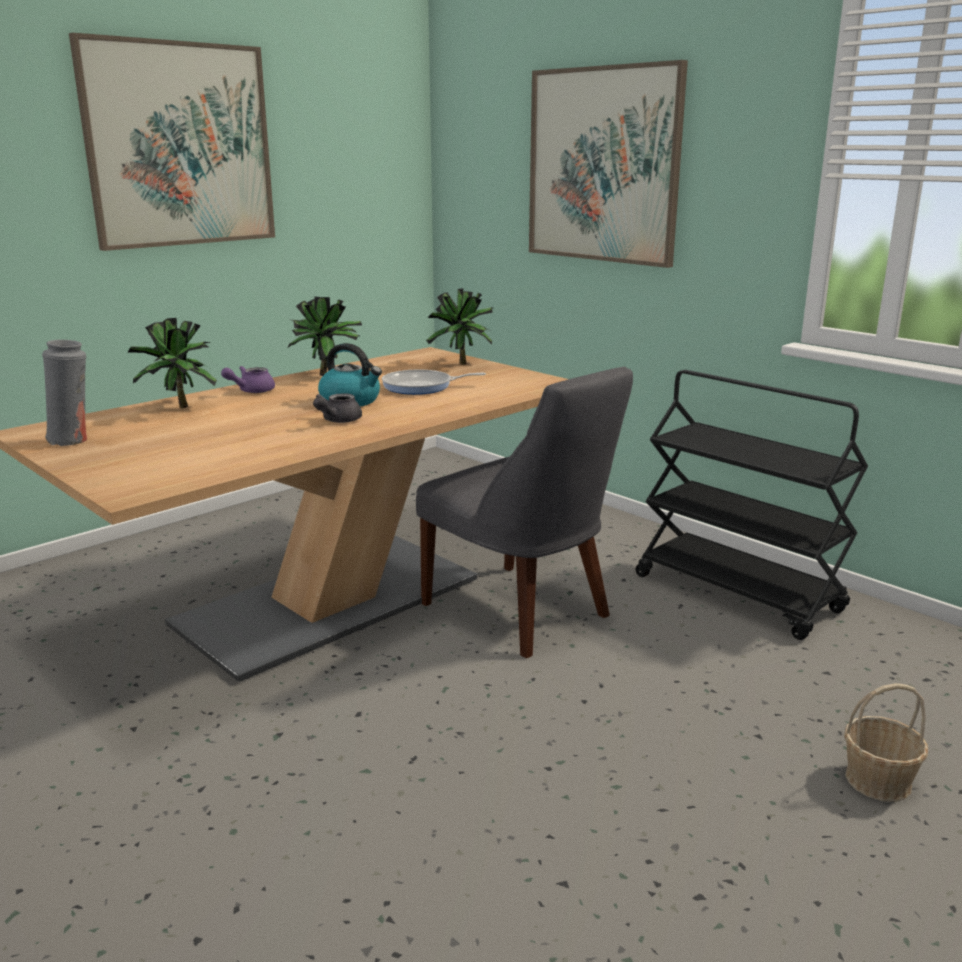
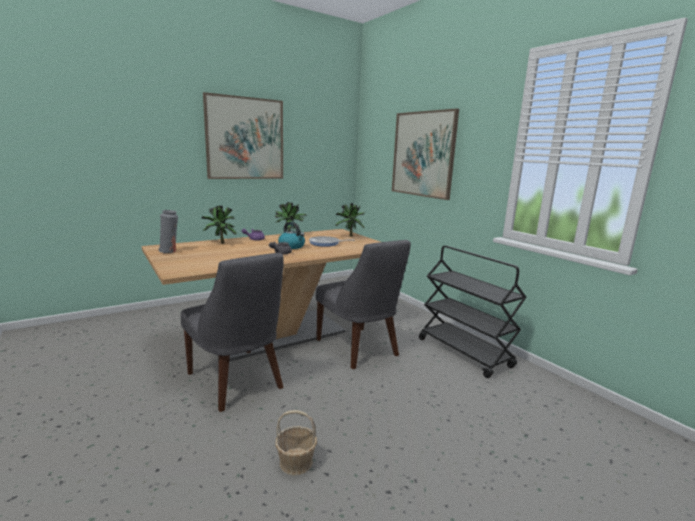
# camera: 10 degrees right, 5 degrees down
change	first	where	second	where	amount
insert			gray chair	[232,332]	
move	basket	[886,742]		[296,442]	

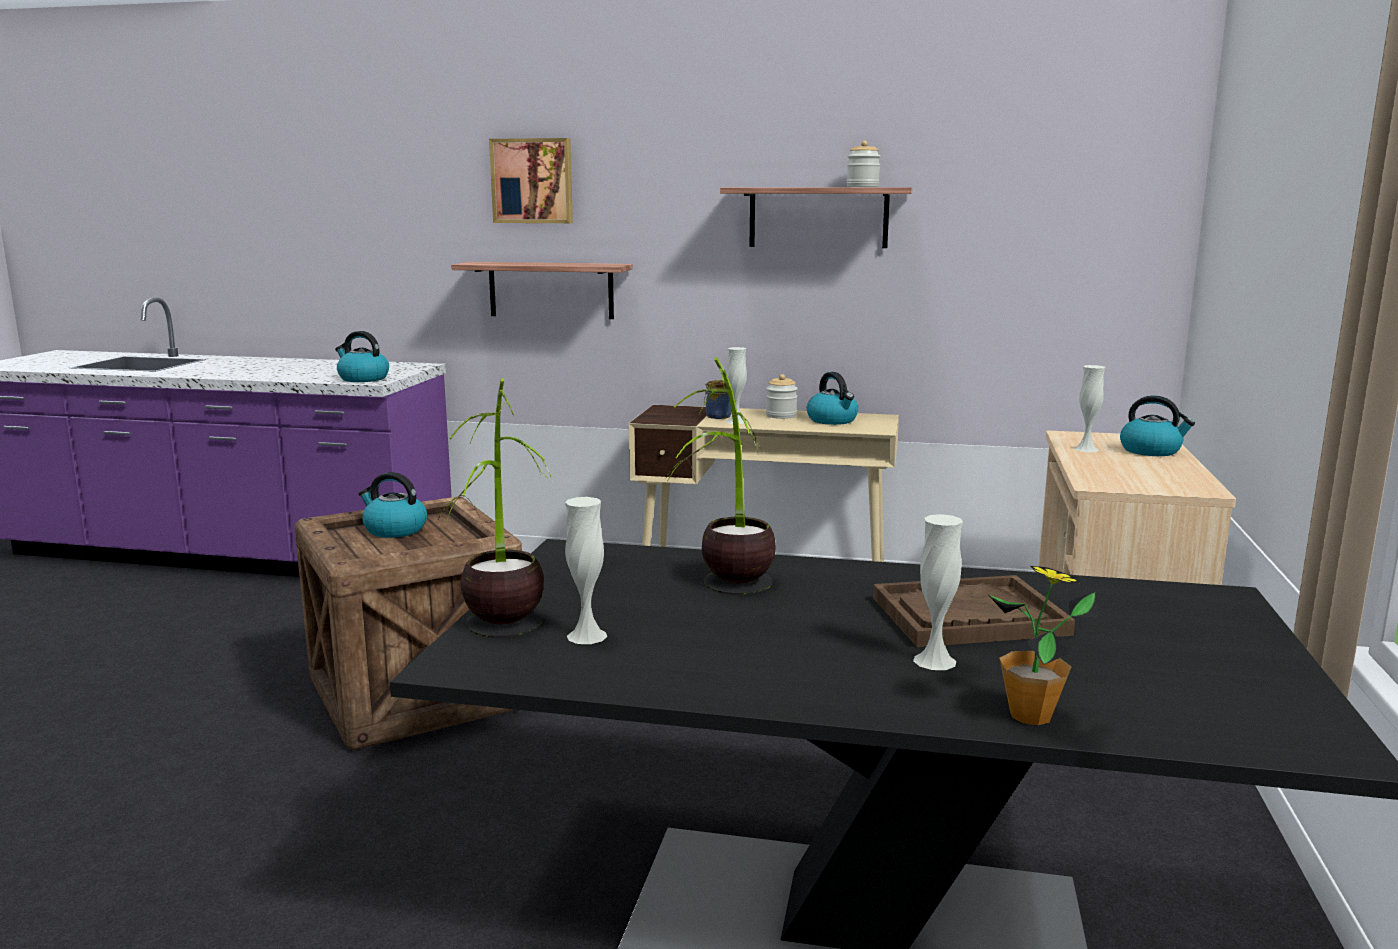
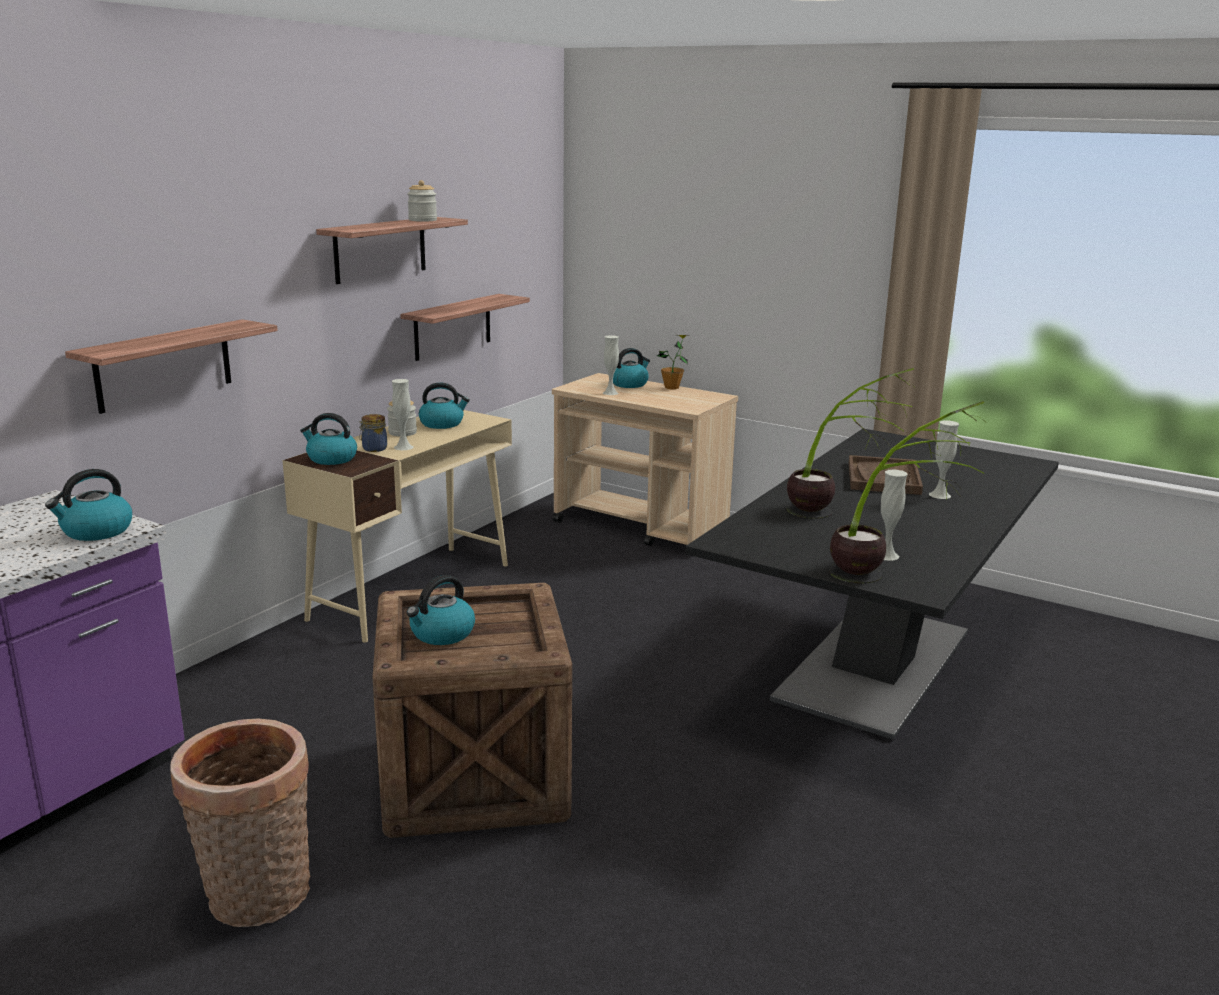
# camera: 70 degrees left, 5 degrees up
change	first	where	second	where	amount
insert			basket	[240,823]	
insert			tea kettle	[328,439]	
insert			shelf	[465,327]	
move	plant in a pot	[1043,645]		[674,362]	
delete	wall art	[531,180]			

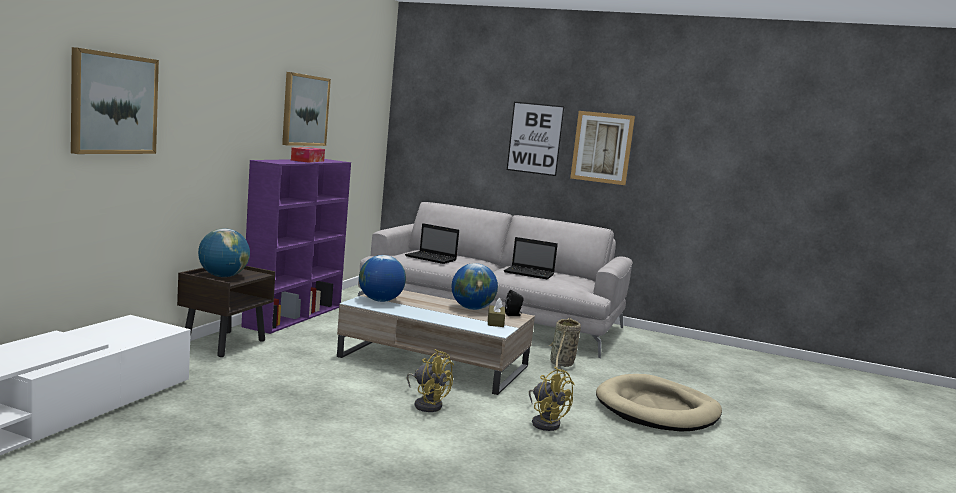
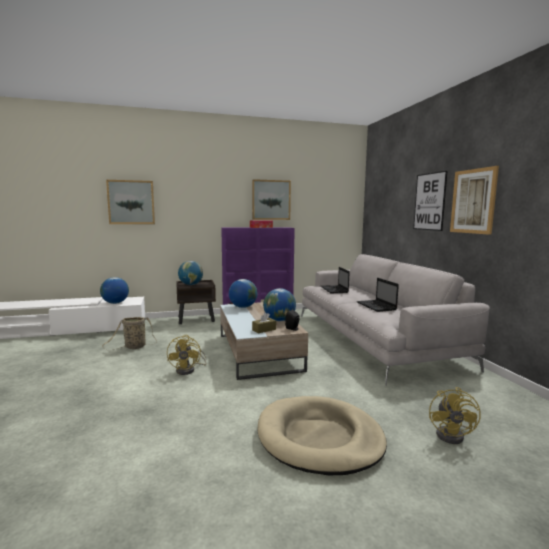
# camera: 55 degrees right, 0 degrees up
change	first	where	second	where	amount
insert			world globe	[114,290]	
move	basket	[565,345]		[129,333]	
move	yellowish cooling fan	[552,399]		[455,415]	

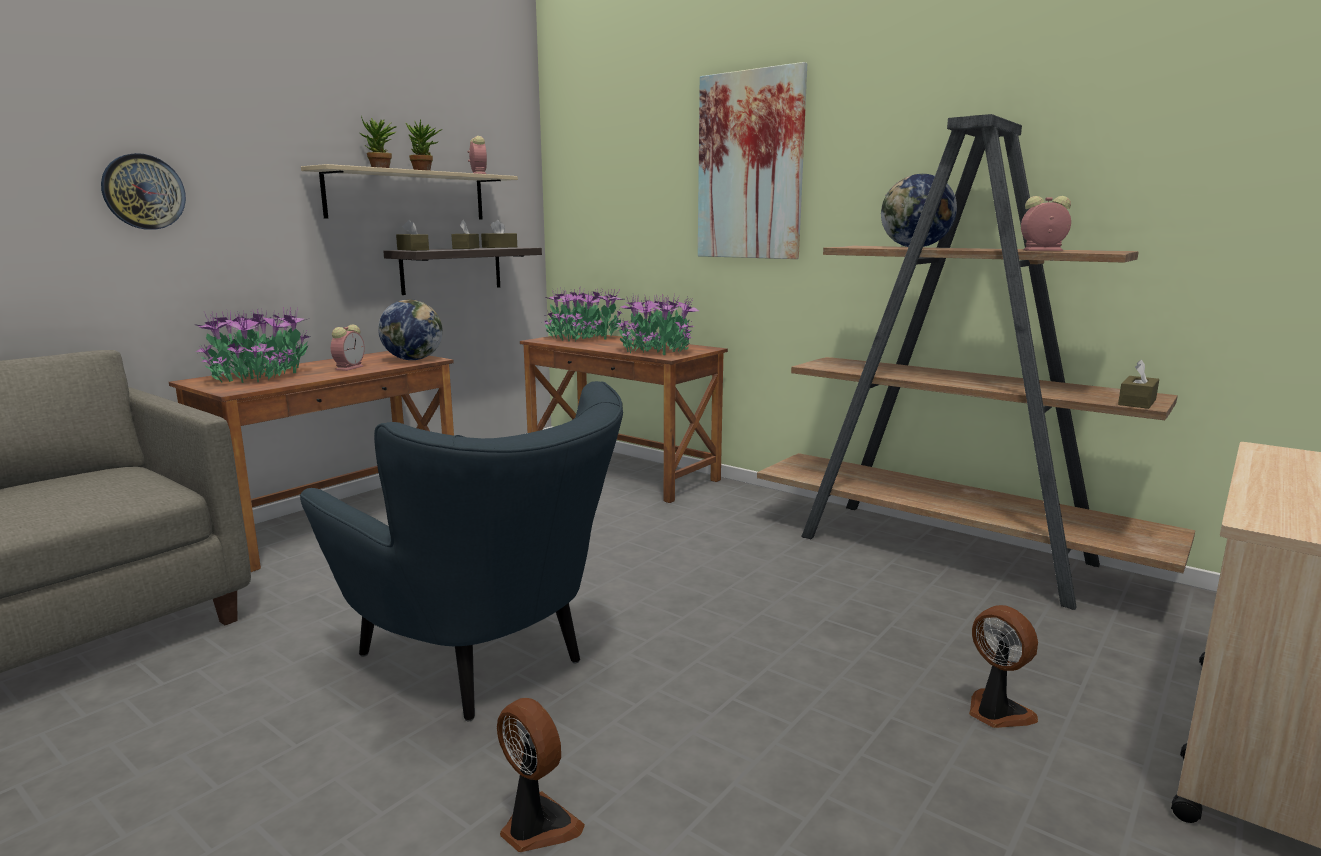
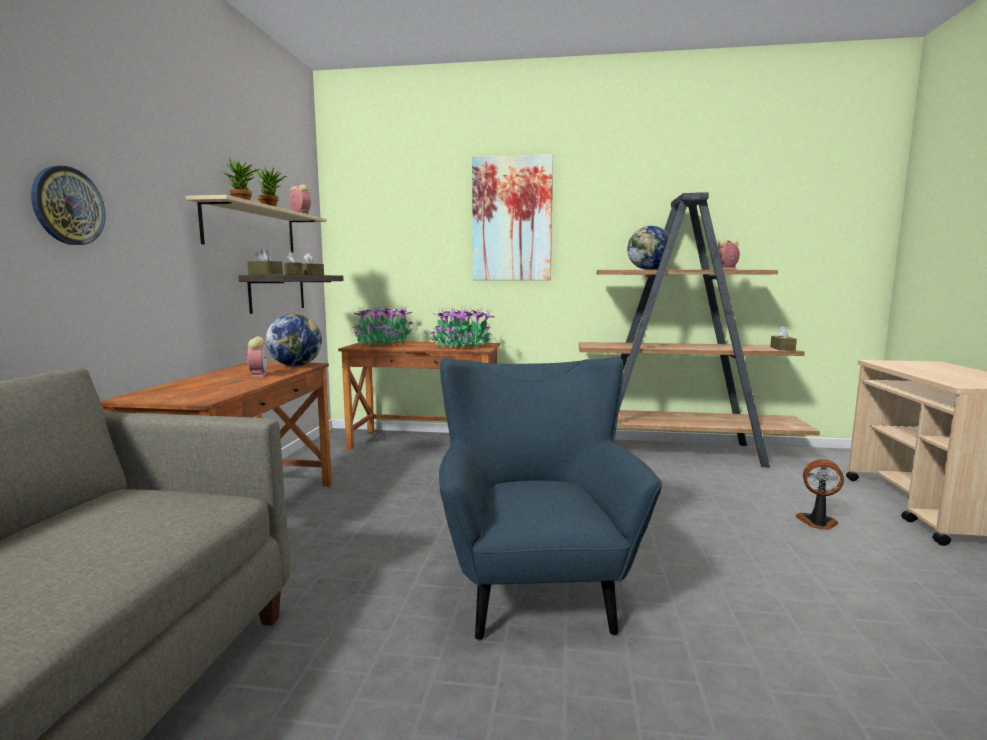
# camera: 30 degrees left, 5 degrees down
change	first	where	second	where	amount
rotate	blue easy chair	[461,551]		[550,499]	105 degrees counterclockwise
delete	plant in a pot	[252,345]			
delete	cooling fan	[541,775]			

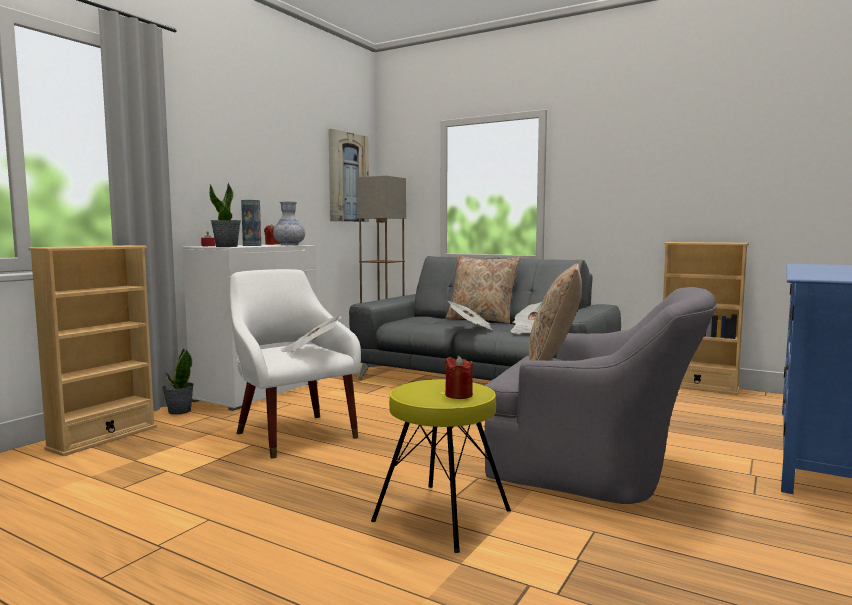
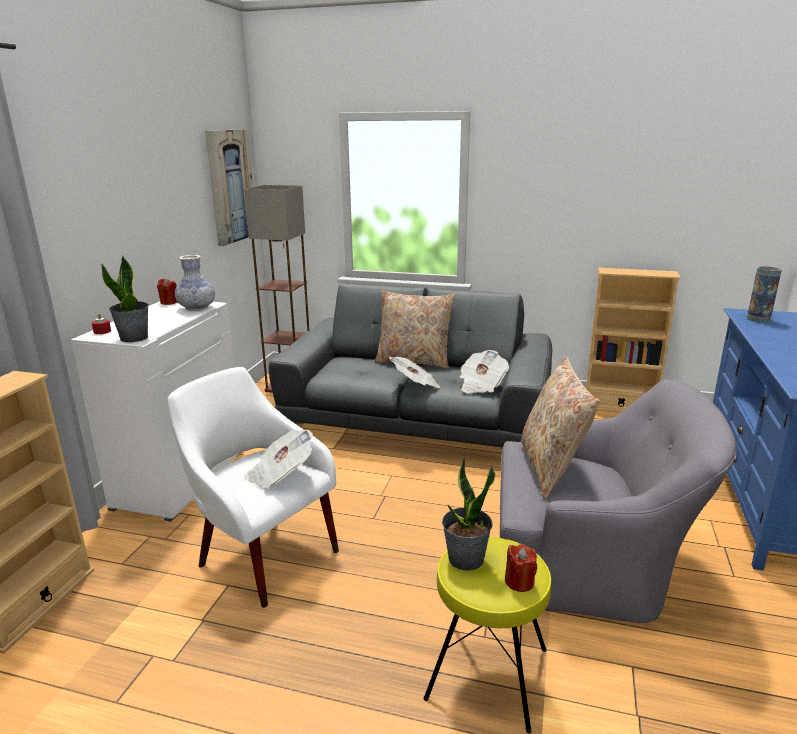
# camera: 15 degrees left, 15 degrees up
change	first	where	second	where	amount
move	plant in a pot	[178,381]		[468,513]	
move	decorative vase	[251,223]		[764,294]	

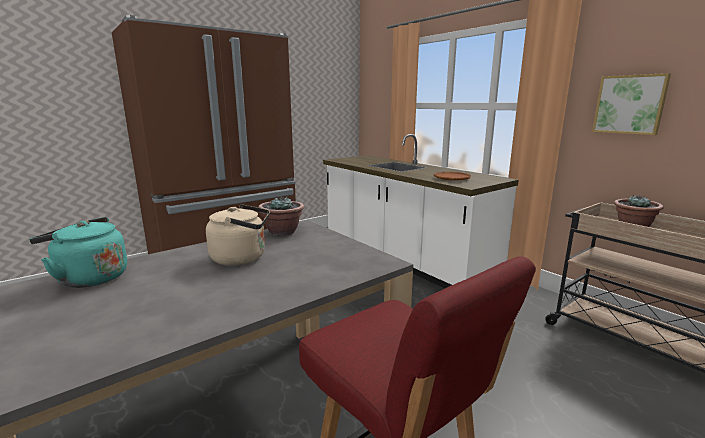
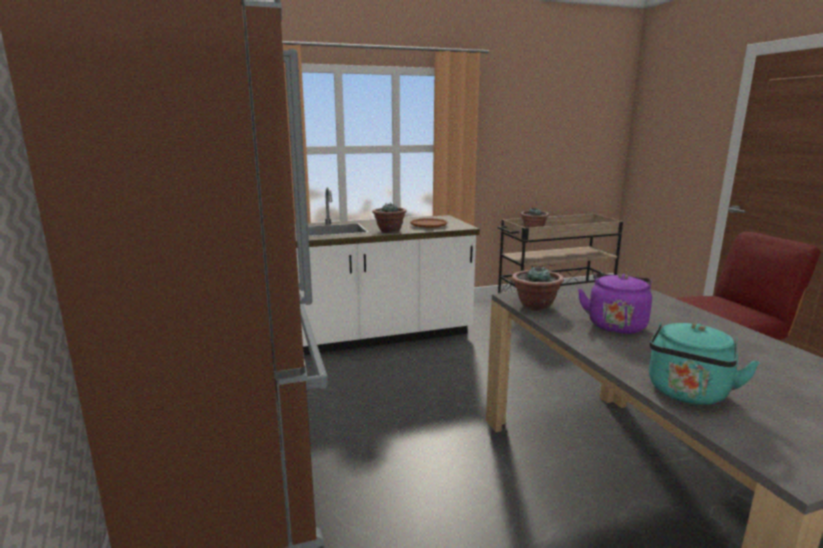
# camera: 70 degrees left, 0 degrees up
change	first	where	second	where	amount
insert			plant in a pot	[389,218]	
recolor	sand-coloured tea kettle	[238,235]	purple tea kettle	[615,303]	
delete	wall art	[631,104]			

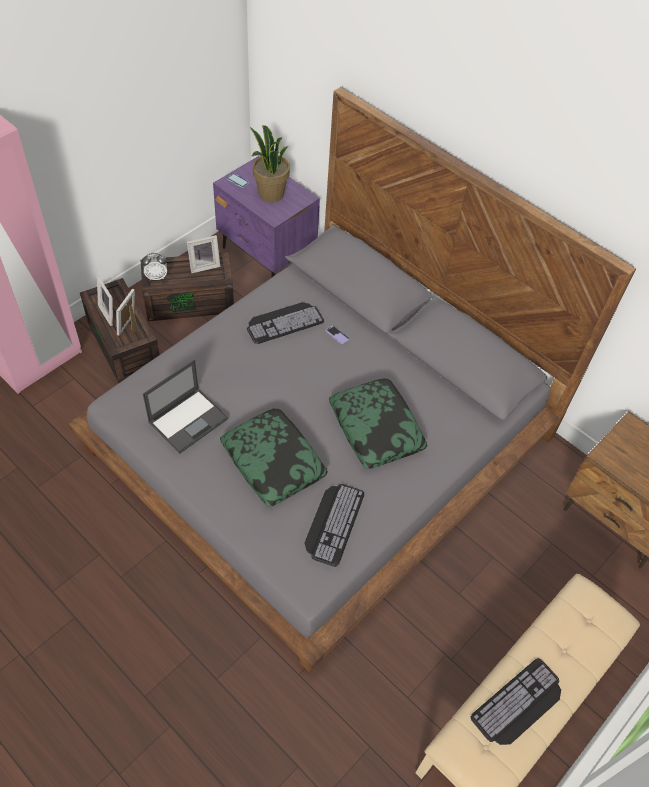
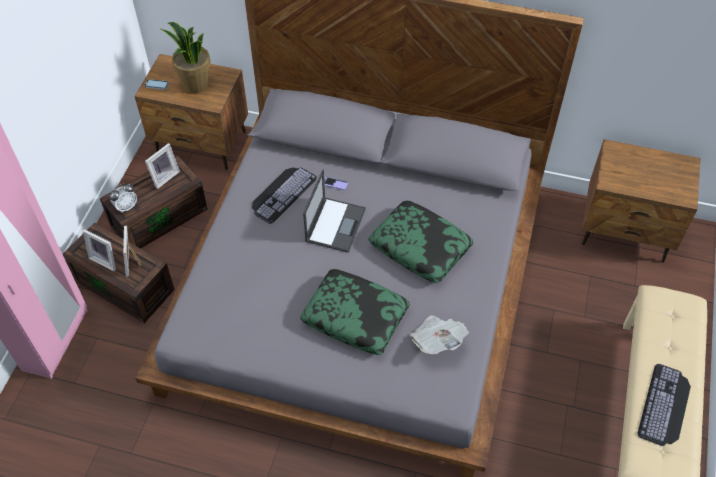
# camera: 25 degrees left, 0 degrees up
change	first	where	second	where	amount
recolor	purple nightstand	[266,216]	brown nightstand	[191,112]	
move	laptop	[185,407]		[334,211]	
replace	PC keyboard	[334,525]	printed paper	[439,334]	

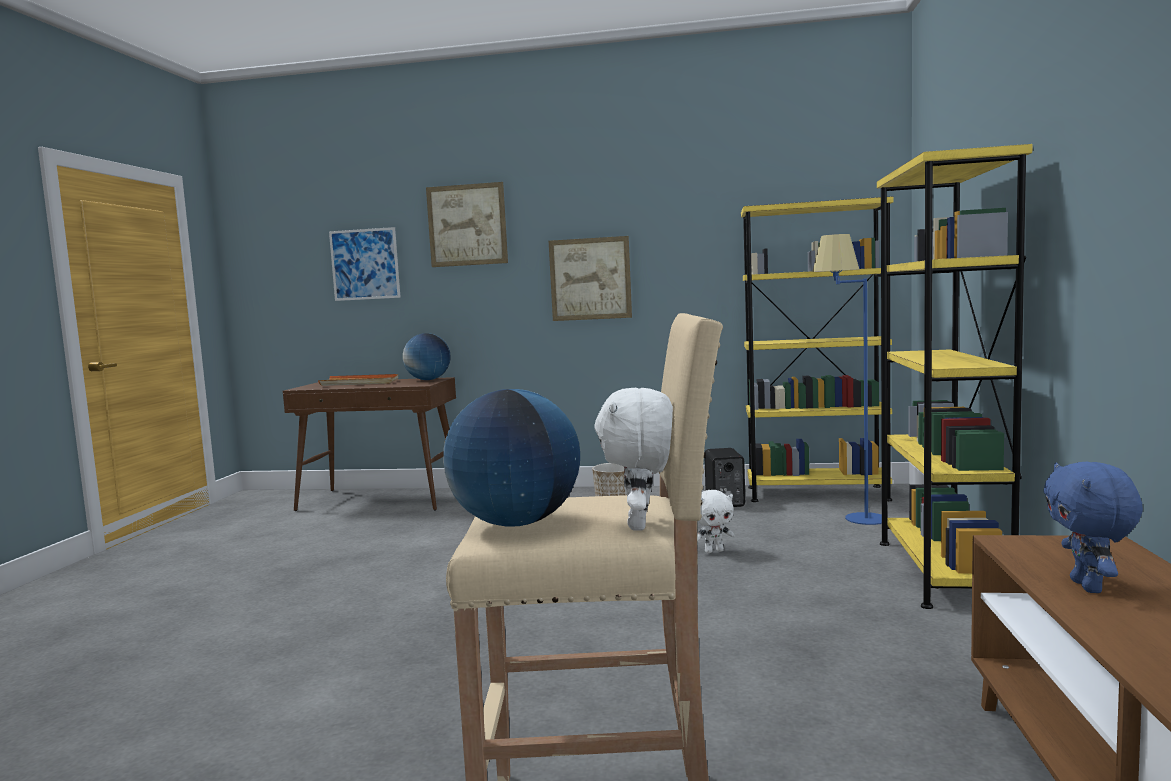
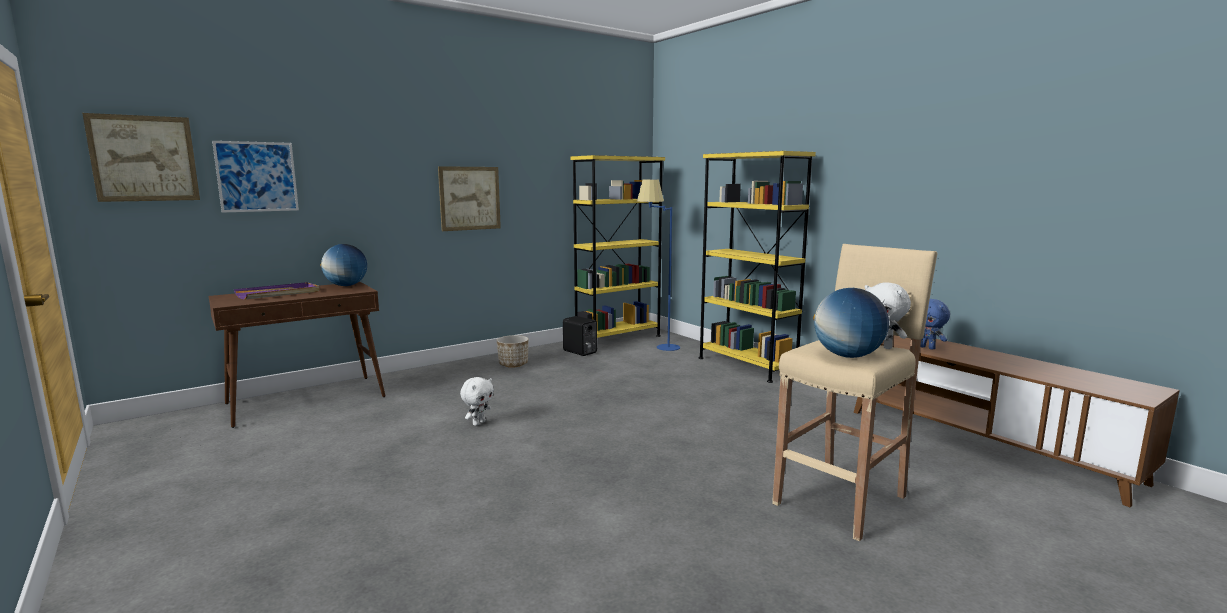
# camera: 45 degrees left, 5 degrees up
change	first	where	second	where	amount
move	wall art	[467,224]		[141,157]	
recolor	orange-coloured tray	[358,380]	purple tray	[277,291]	
move	white-coloured soft toy	[716,521]		[477,401]	

